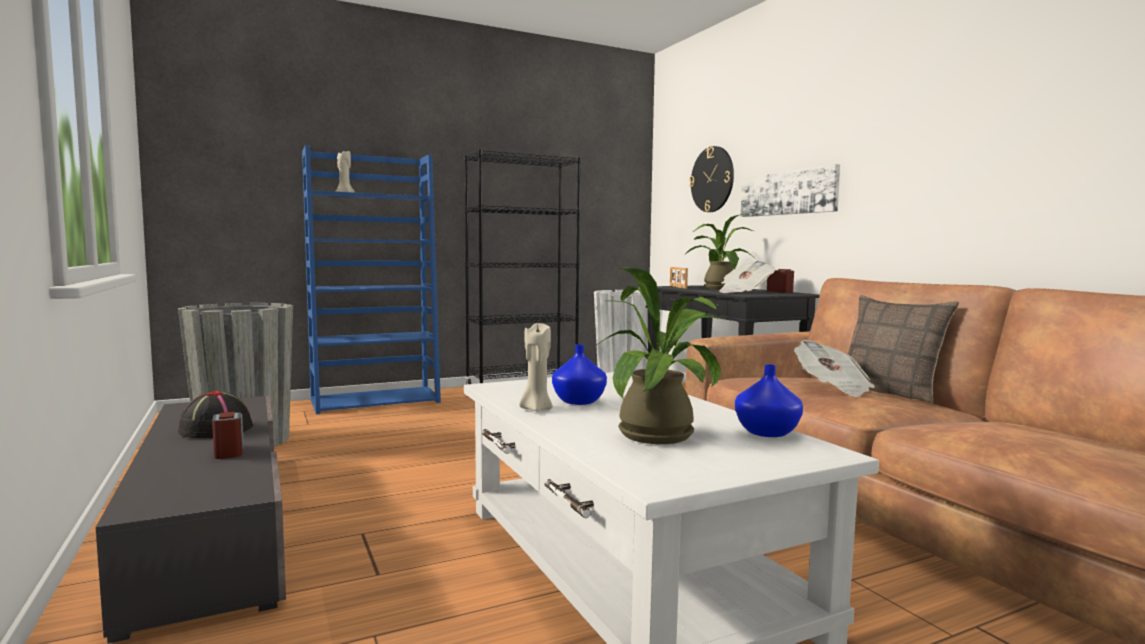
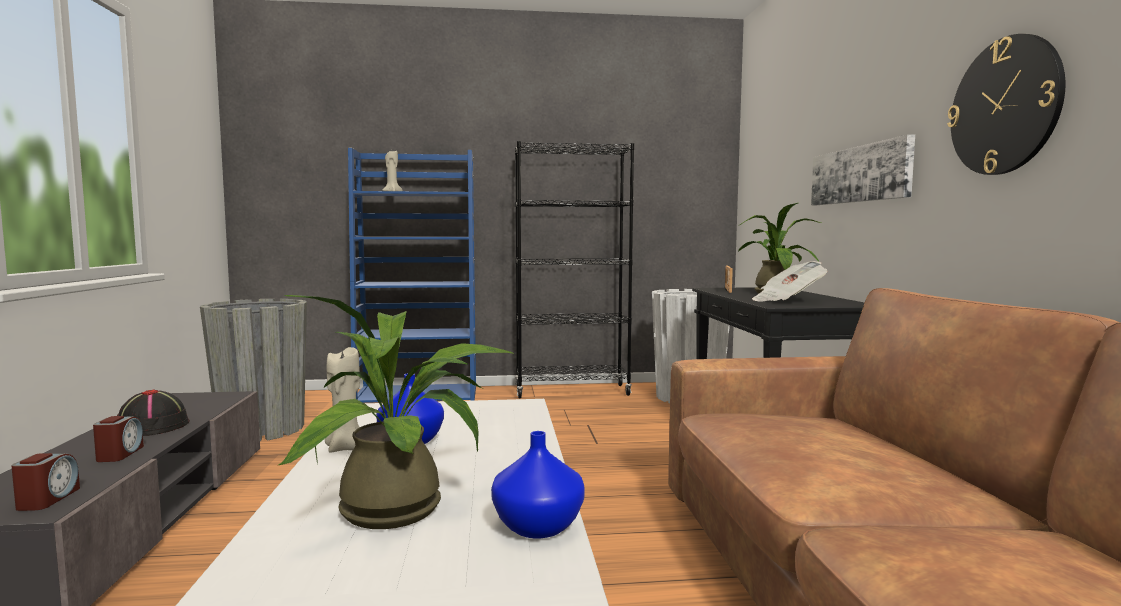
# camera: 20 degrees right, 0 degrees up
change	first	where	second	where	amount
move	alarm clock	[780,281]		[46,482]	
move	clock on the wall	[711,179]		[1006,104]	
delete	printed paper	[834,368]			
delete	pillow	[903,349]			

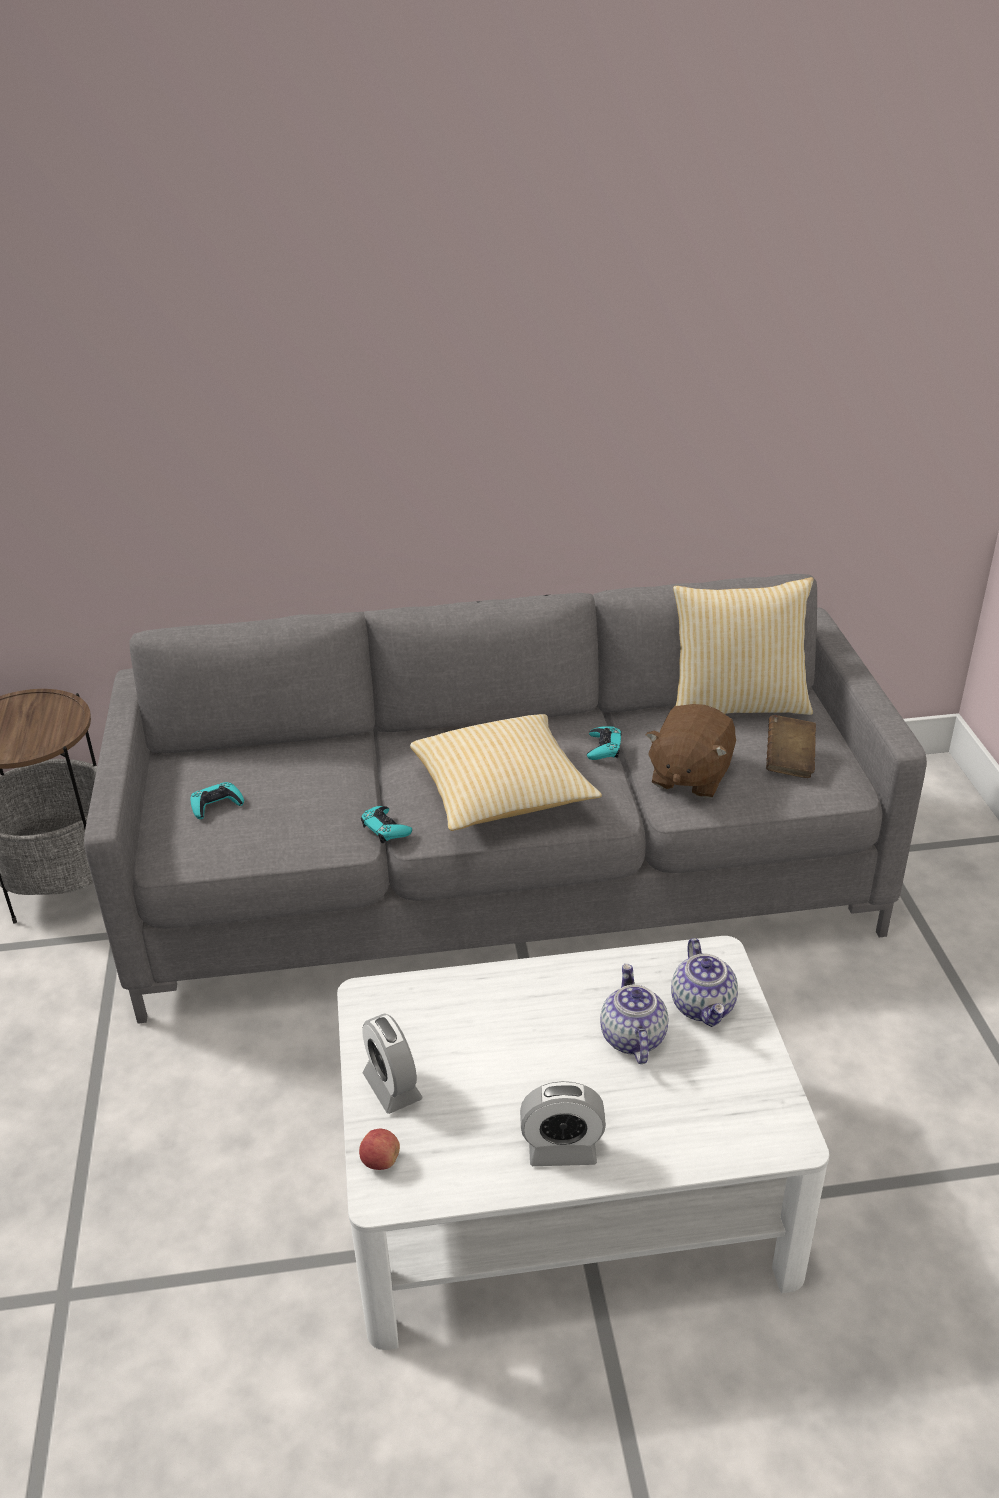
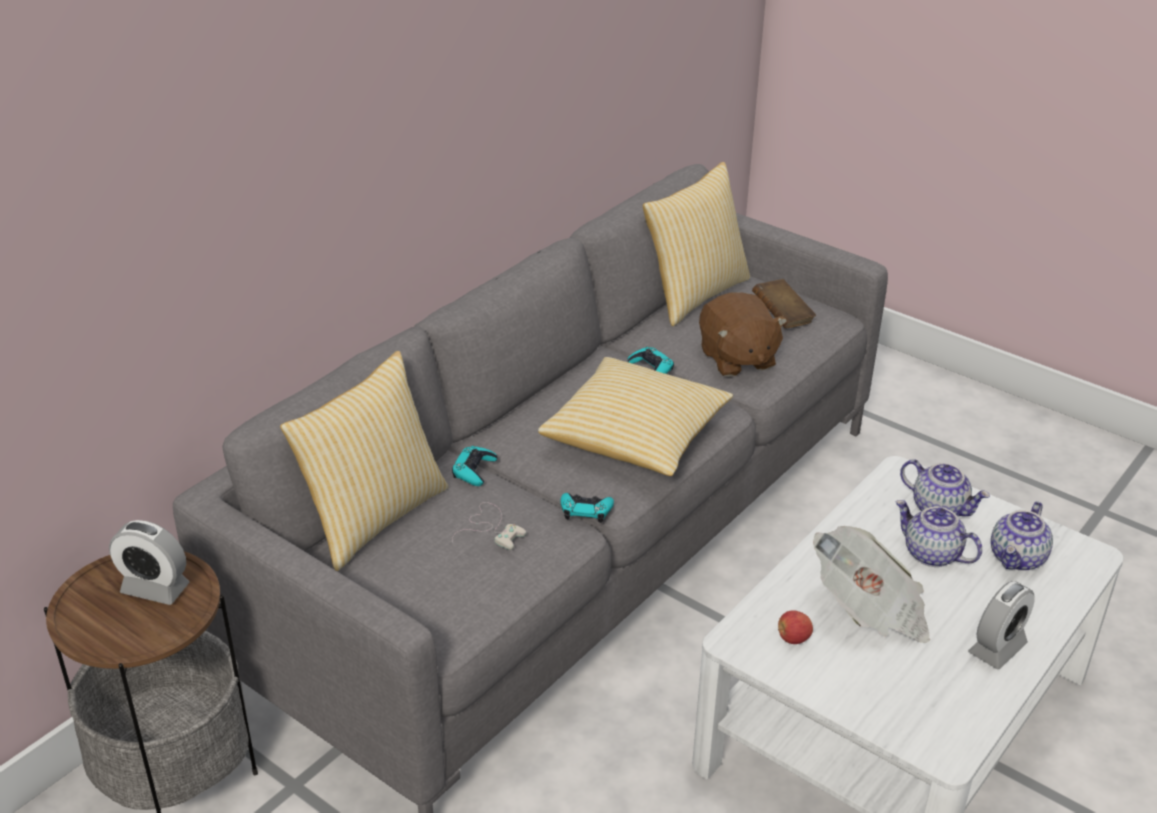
# camera: 45 degrees left, 0 degrees up
change	first	where	second	where	amount
move	alarm clock	[392,1063]		[149,562]	
insert			pillow	[364,461]	
move	turquoise joypad	[217,800]		[474,466]	
insert			white-coloured joypad	[489,526]	
move	apple fruit	[379,1149]		[795,627]	
insert			printed paper	[871,584]	
insert			tea pot	[1022,536]	

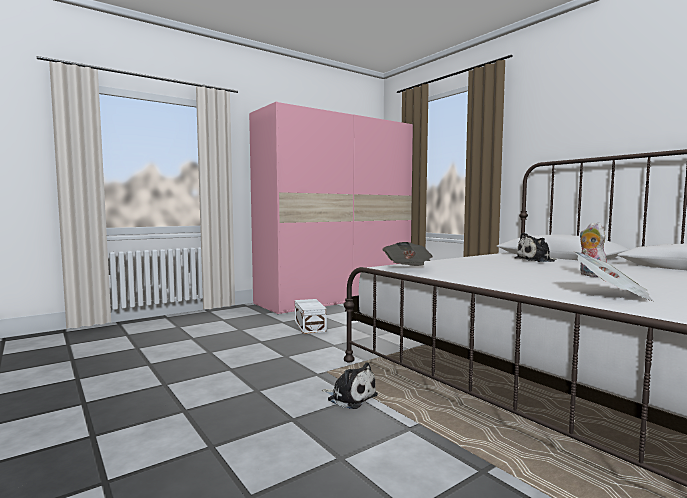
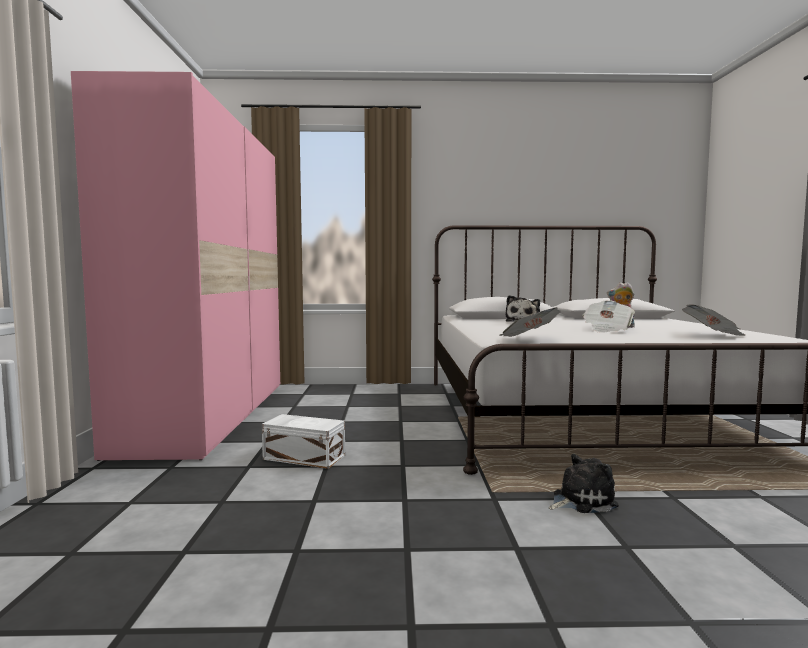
# camera: 55 degrees left, 0 degrees up
change	first	where	second	where	amount
insert			printed paper	[609,316]	

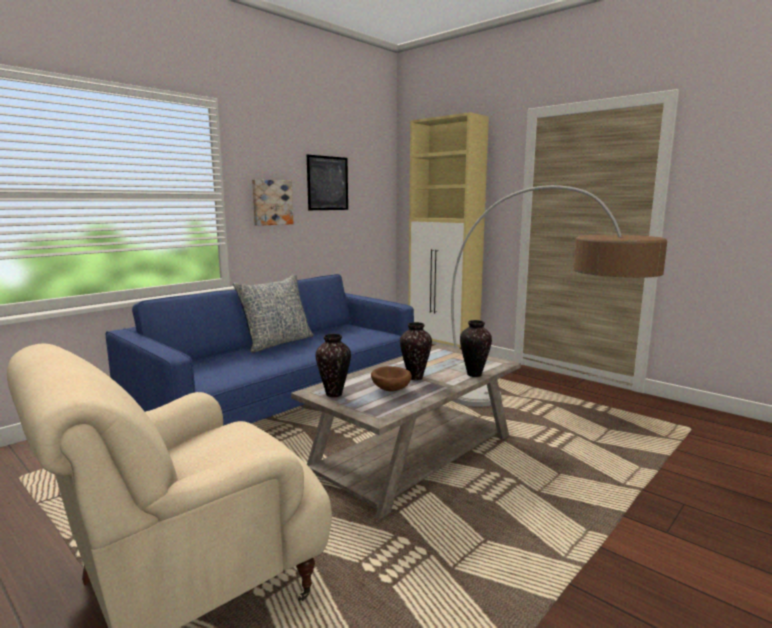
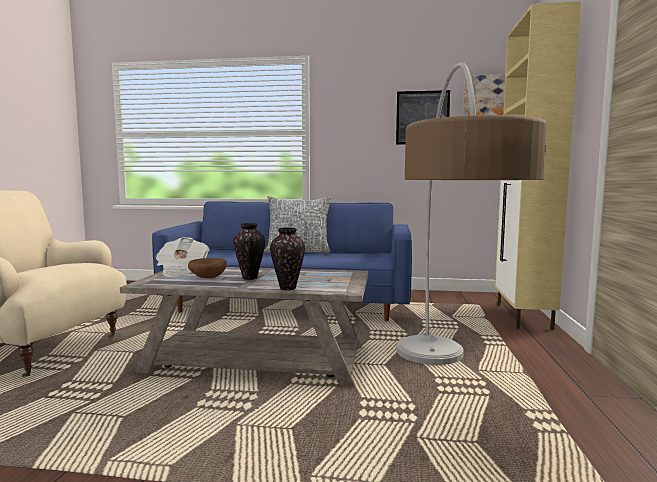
# camera: 55 degrees right, 5 degrees down
change	first	where	second	where	amount
replace	decorative vase	[333,365]	printed paper	[182,257]	
move	wall art	[272,202]		[484,95]	

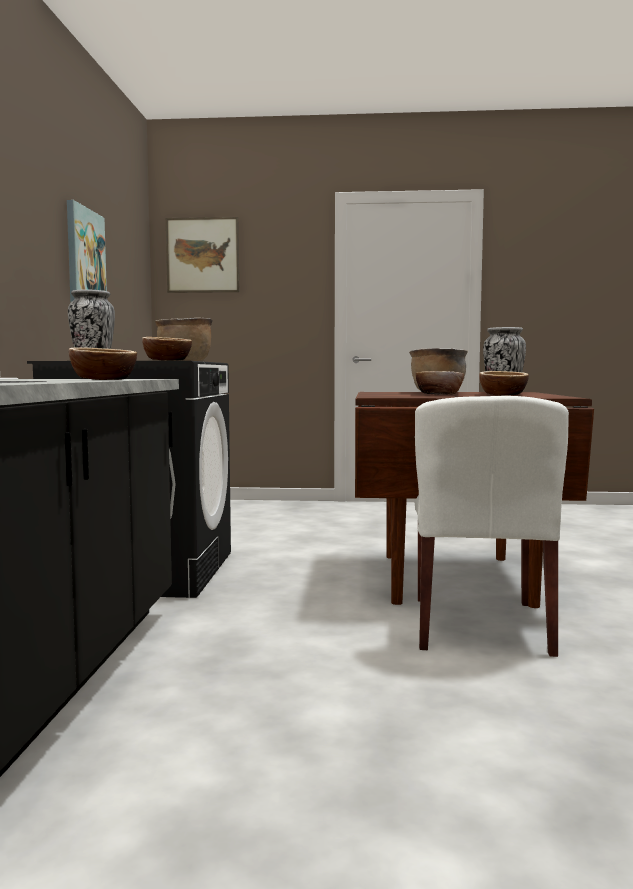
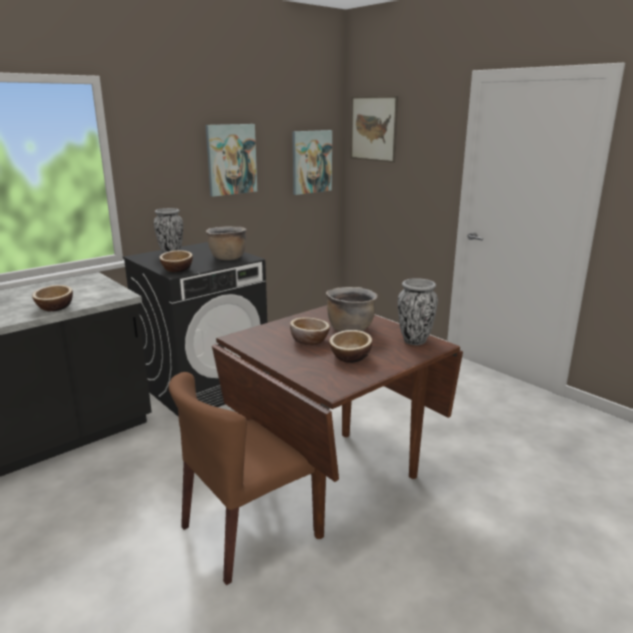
# camera: 45 degrees right, 15 degrees up
change	first	where	second	where	amount
recolor	white-coloured chair	[491,526]	brown chair	[242,478]	
insert			wall art	[312,162]	

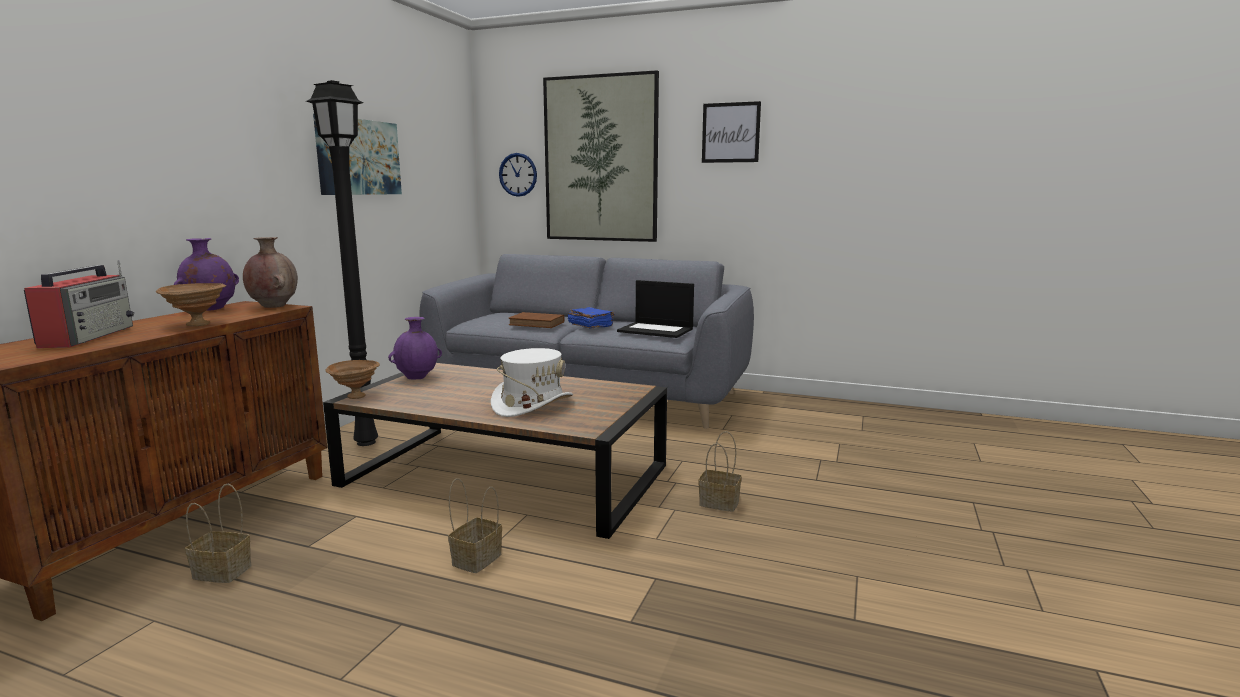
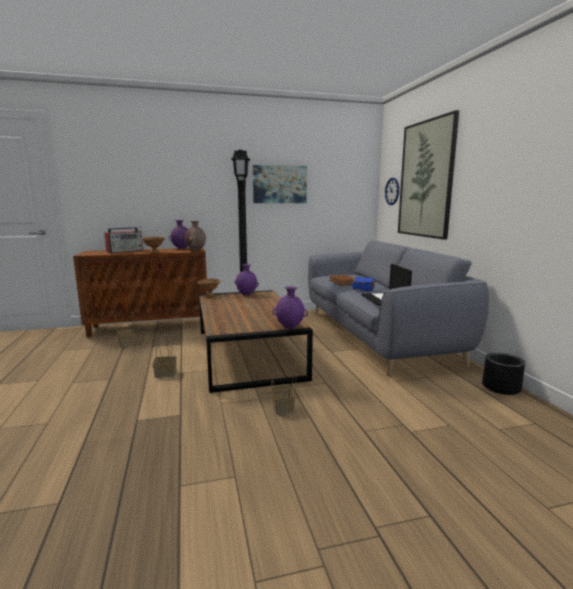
# camera: 55 degrees right, 0 degrees up
change	first	where	second	where	amount
insert			purple decorative vase	[290,307]	
insert			blackish planter	[503,374]	
delete	white-coloured hat	[532,382]			
delete	wall art	[731,132]			

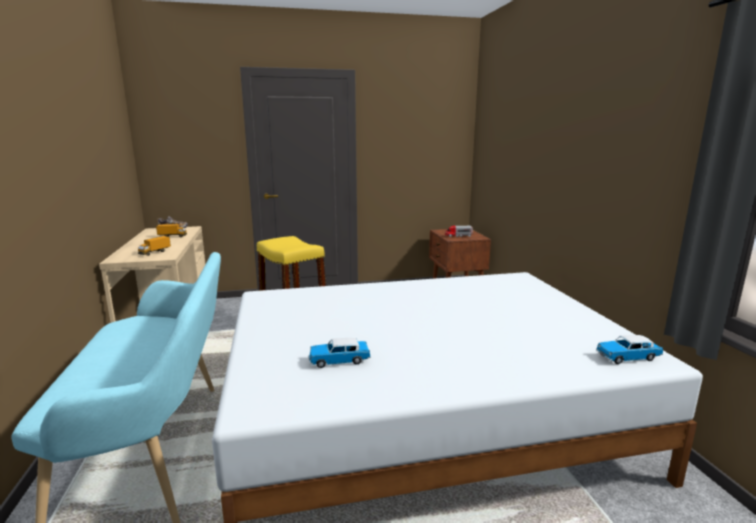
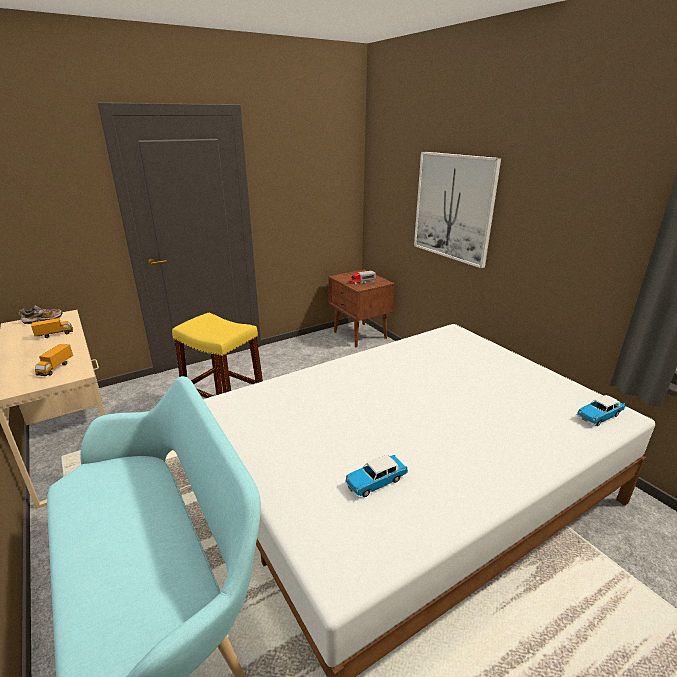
# camera: 20 degrees left, 10 degrees up
change	first	where	second	where	amount
insert			wall art	[457,210]	

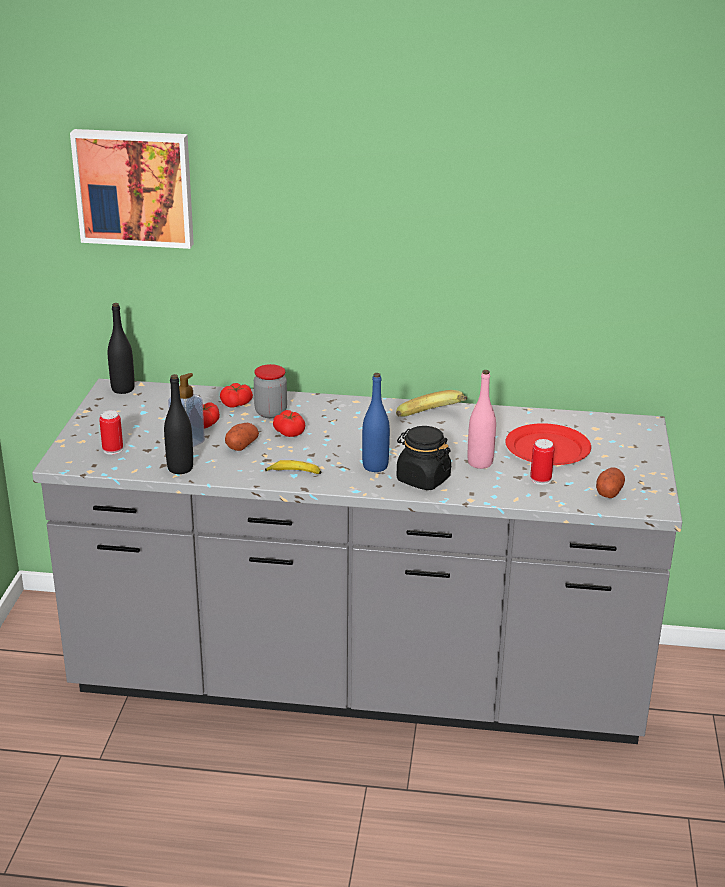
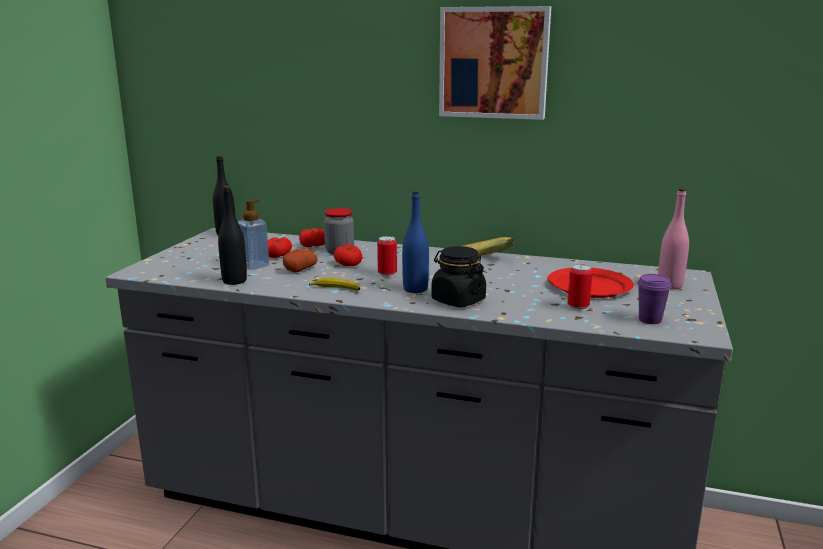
# camera: 10 degrees right, 10 degrees down
change	first	where	second	where	amount
move	can	[111,432]		[387,256]	
move	wall art	[132,189]		[495,63]	
replace	whole potato	[610,482]	purple drinking cup	[654,299]	
move	pink drink bottle	[482,419]		[673,238]	

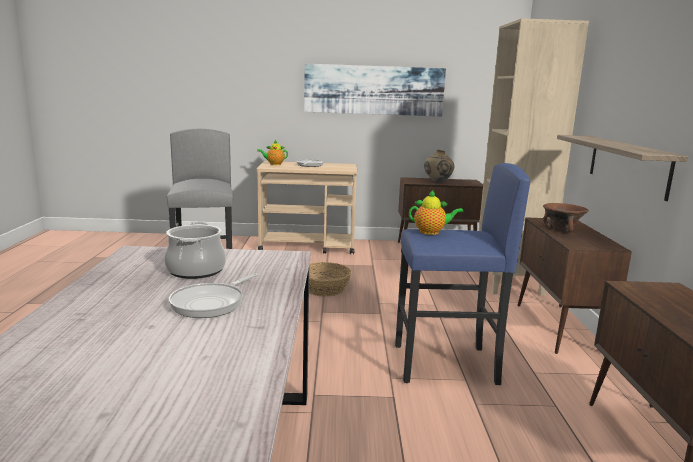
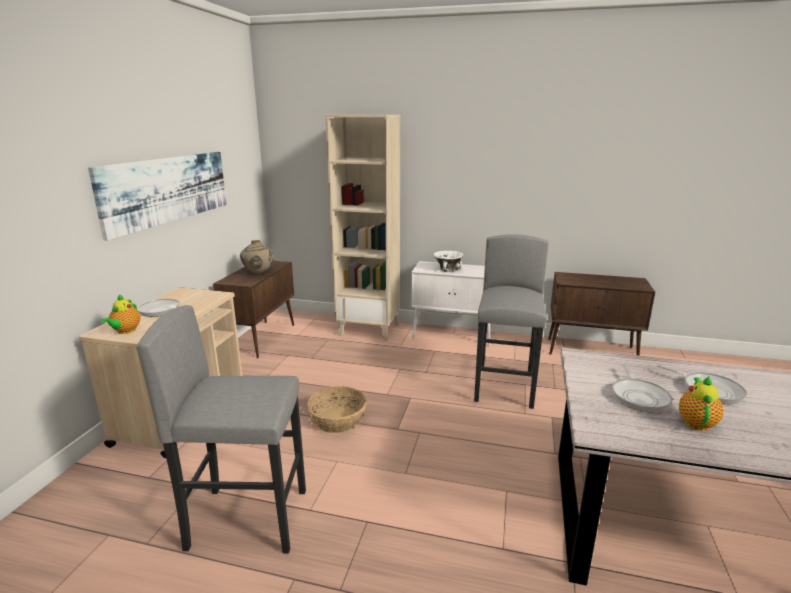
# camera: 75 degrees left, 5 degrees up
change	first	where	second	where	amount
recolor	brown cabinet	[575,285]	white-coloured cabinet	[451,304]	
recolor	brown deep dish	[566,218]	white-coloured deep dish	[448,261]	
recolor	blue stool	[462,274]	gray stool	[511,321]	
replace	saucepot	[195,250]	skillet	[642,388]	
move	tea pot	[436,212]		[701,403]	
delete	shelf	[622,168]			

